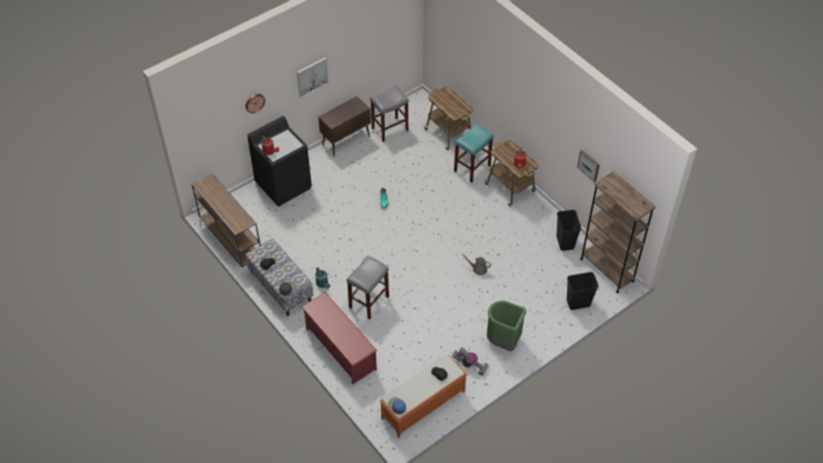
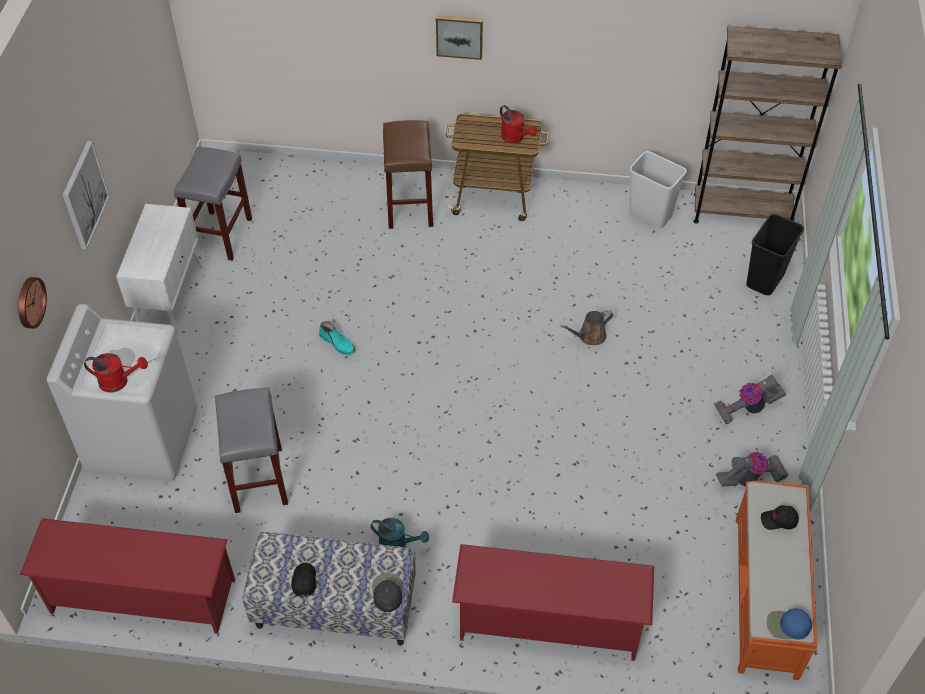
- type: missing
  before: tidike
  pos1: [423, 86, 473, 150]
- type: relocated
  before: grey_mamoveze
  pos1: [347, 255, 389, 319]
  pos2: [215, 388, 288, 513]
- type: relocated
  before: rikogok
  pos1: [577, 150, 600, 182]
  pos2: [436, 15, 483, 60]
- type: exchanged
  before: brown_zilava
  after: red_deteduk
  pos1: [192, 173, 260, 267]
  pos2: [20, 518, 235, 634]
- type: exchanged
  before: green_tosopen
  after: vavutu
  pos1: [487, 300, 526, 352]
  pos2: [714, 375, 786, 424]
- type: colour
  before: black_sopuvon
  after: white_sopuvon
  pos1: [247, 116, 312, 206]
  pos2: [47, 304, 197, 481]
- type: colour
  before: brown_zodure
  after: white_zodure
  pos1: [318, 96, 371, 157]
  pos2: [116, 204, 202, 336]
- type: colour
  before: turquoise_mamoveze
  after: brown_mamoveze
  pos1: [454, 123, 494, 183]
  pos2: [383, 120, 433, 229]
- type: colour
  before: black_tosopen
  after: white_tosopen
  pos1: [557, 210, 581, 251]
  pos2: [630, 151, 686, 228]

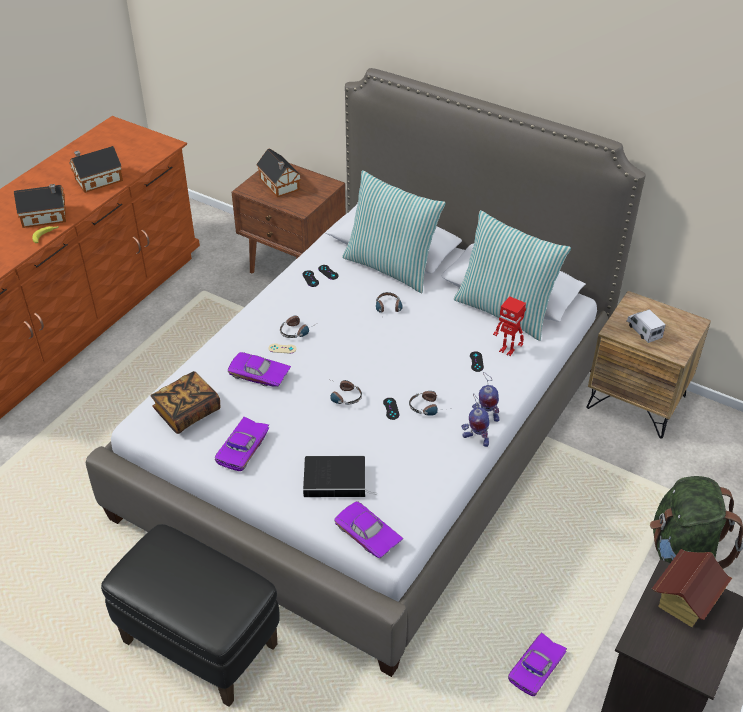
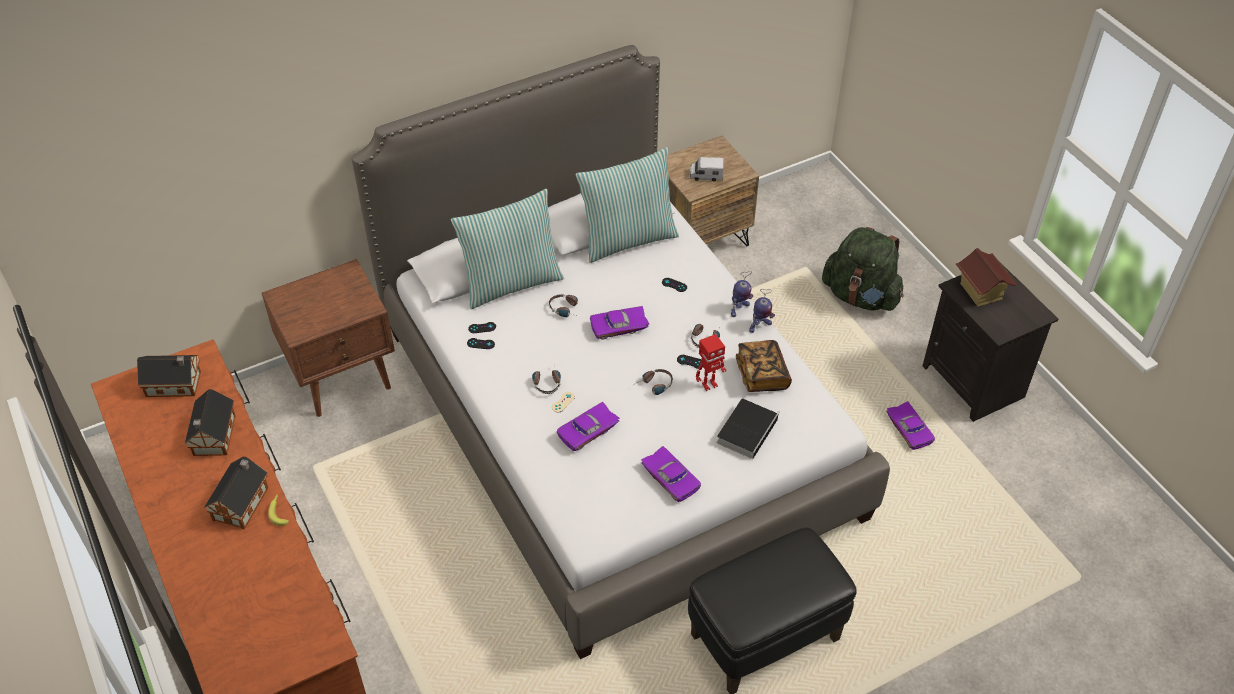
- type: relocated
  before: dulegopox
  pos1: [150, 371, 220, 434]
  pos2: [736, 340, 792, 392]
- type: relocated
  before: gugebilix
  pos1: [256, 148, 302, 197]
  pos2: [137, 355, 201, 397]
- type: relocated
  before: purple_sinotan
  pos1: [334, 502, 404, 559]
  pos2: [590, 306, 649, 340]
- type: relocated
  before: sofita
  pos1: [493, 296, 526, 357]
  pos2: [696, 334, 726, 391]

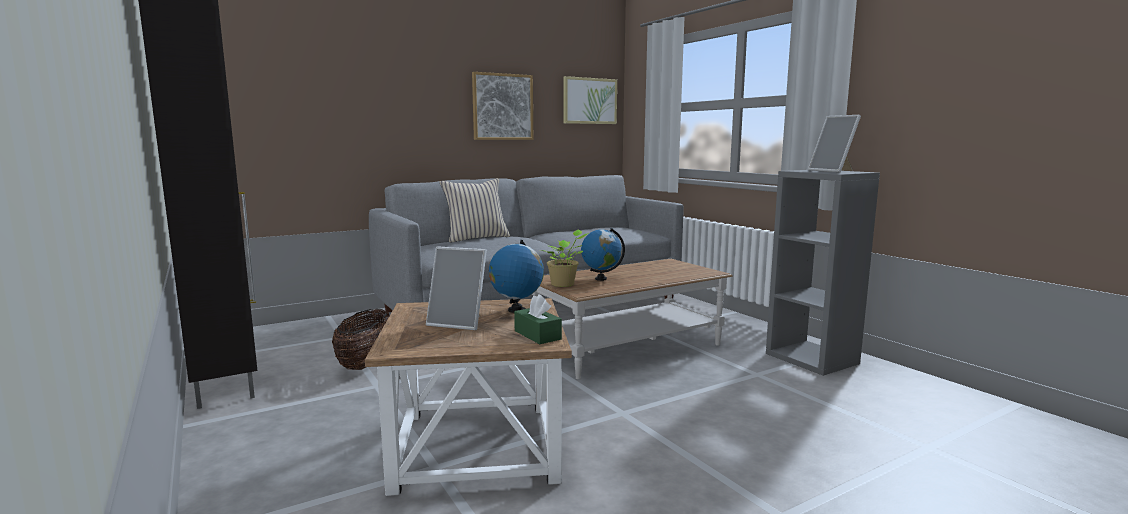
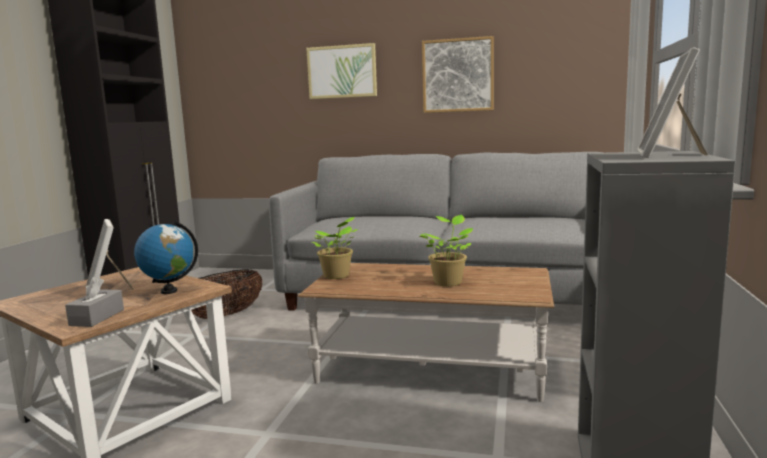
- type: missing
  before: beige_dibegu
  pos1: [439, 178, 510, 242]
- type: missing
  before: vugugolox
  pos1: [581, 228, 625, 281]
- type: appeared
  after: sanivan
  pos2: [419, 215, 473, 286]
- type: relocated
  before: rikogok
  pos1: [563, 76, 617, 124]
  pos2: [306, 43, 377, 99]
- type: colour
  before: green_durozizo
  after: grey_durozizo
  pos1: [514, 294, 562, 344]
  pos2: [65, 277, 124, 327]

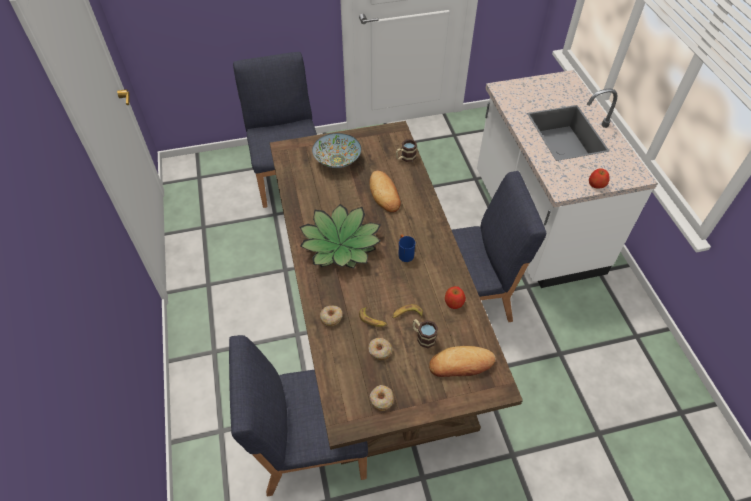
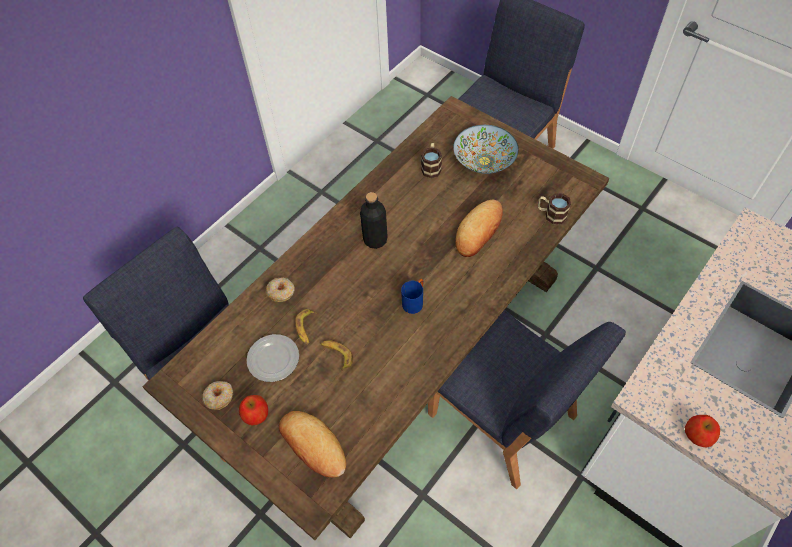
- type: relocated
  before: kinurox
  pos1: [413, 319, 438, 348]
  pos2: [421, 143, 442, 178]
- type: relocated
  before: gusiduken
  pos1: [445, 286, 466, 309]
  pos2: [239, 395, 268, 425]
- type: exchanged
  before: sanivan
  after: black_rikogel
  pos1: [299, 204, 381, 269]
  pos2: [360, 192, 388, 249]
- type: exchanged
  before: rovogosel
  after: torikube
  pos1: [368, 338, 392, 360]
  pos2: [246, 334, 299, 382]

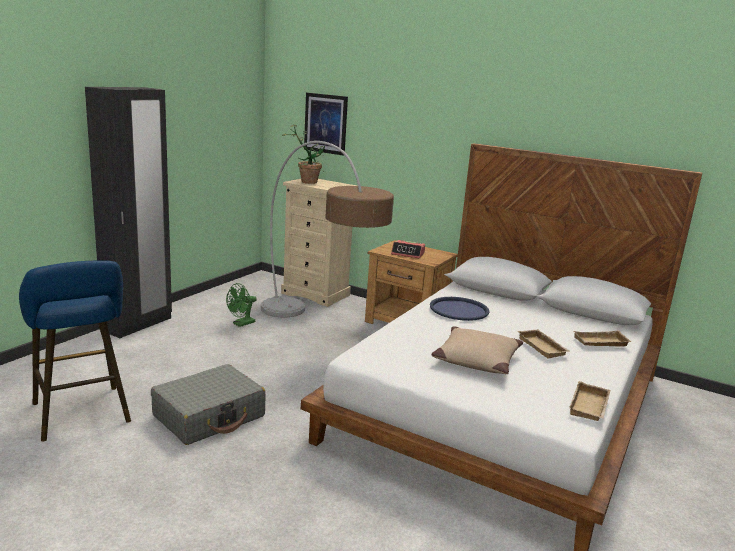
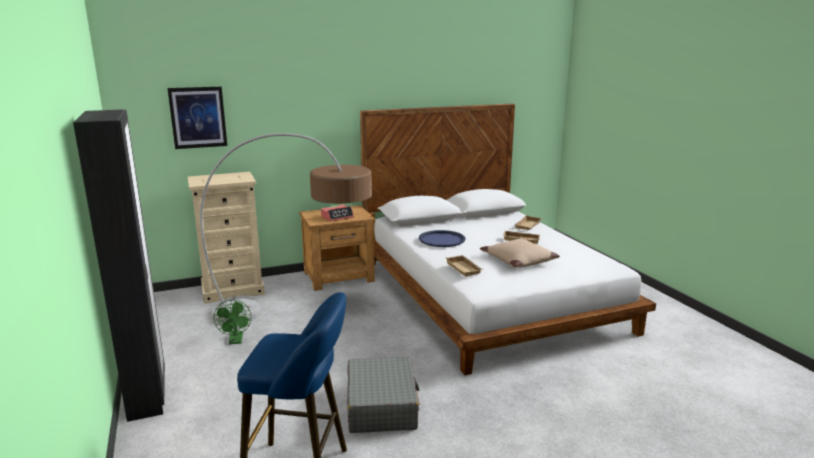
- type: missing
  before: sanivan
  pos1: [282, 124, 325, 184]
- type: relocated
  before: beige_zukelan
  pos1: [569, 381, 611, 421]
  pos2: [445, 255, 484, 277]

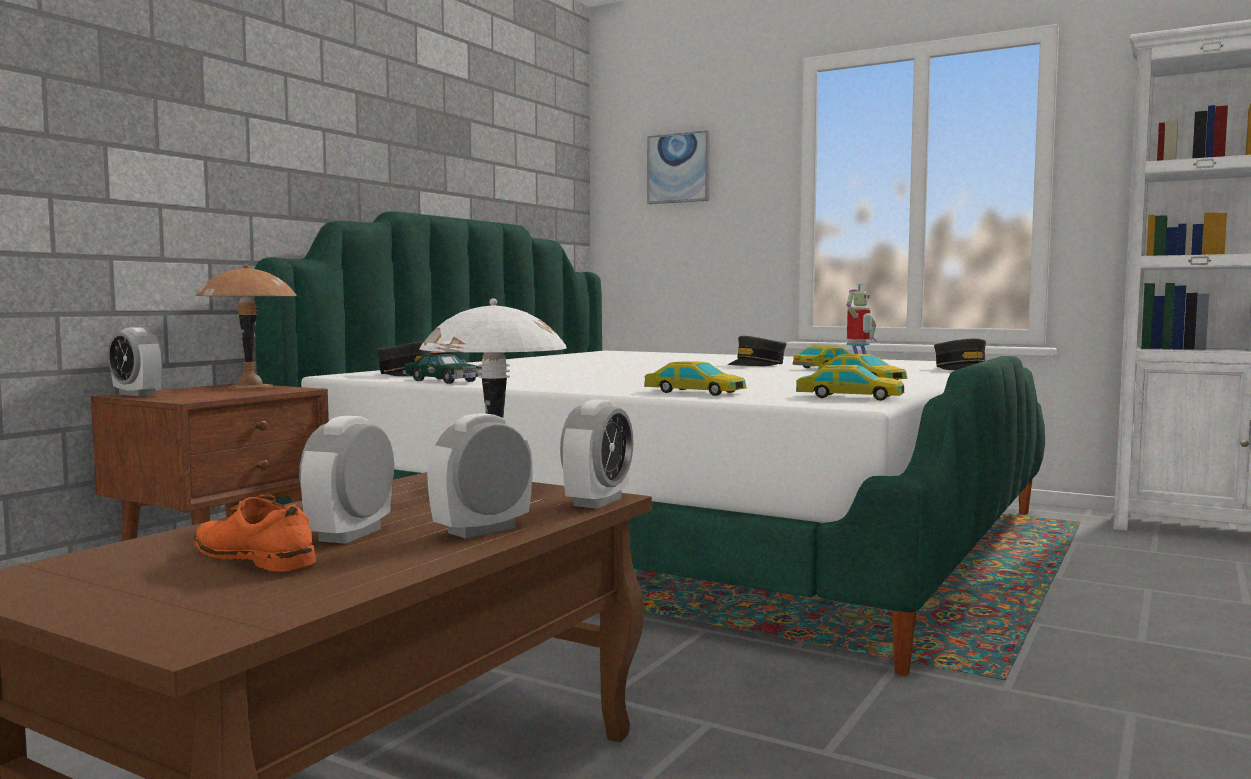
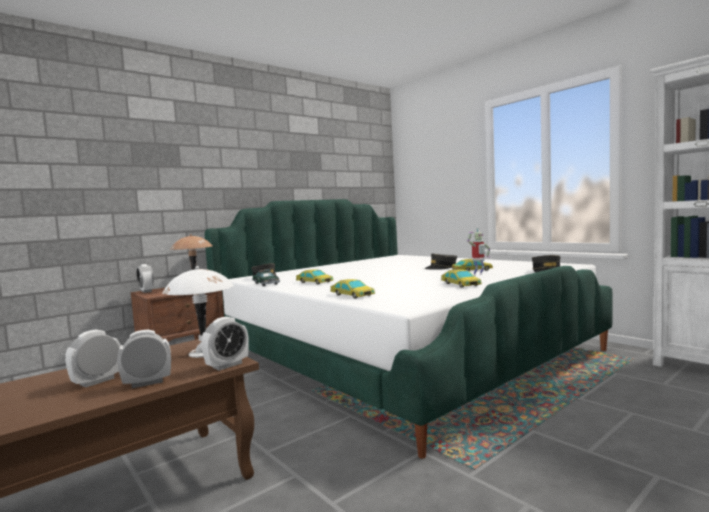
- type: missing
  before: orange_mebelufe
  pos1: [194, 495, 316, 572]
- type: missing
  before: rikogok
  pos1: [647, 130, 710, 204]
- type: relocated
  before: sinotan
  pos1: [796, 365, 904, 401]
  pos2: [296, 269, 333, 285]

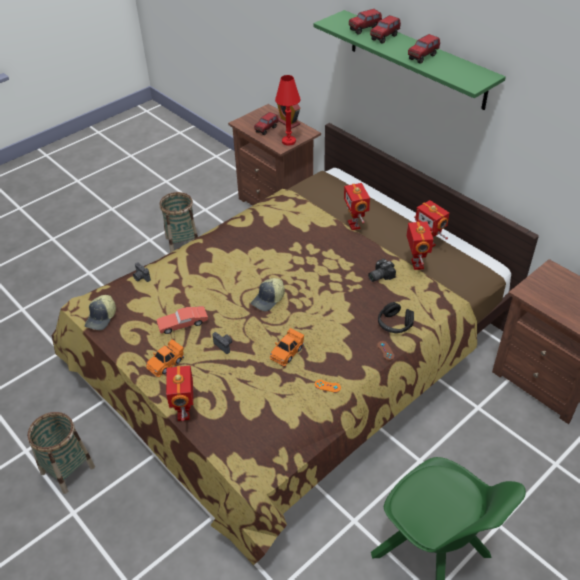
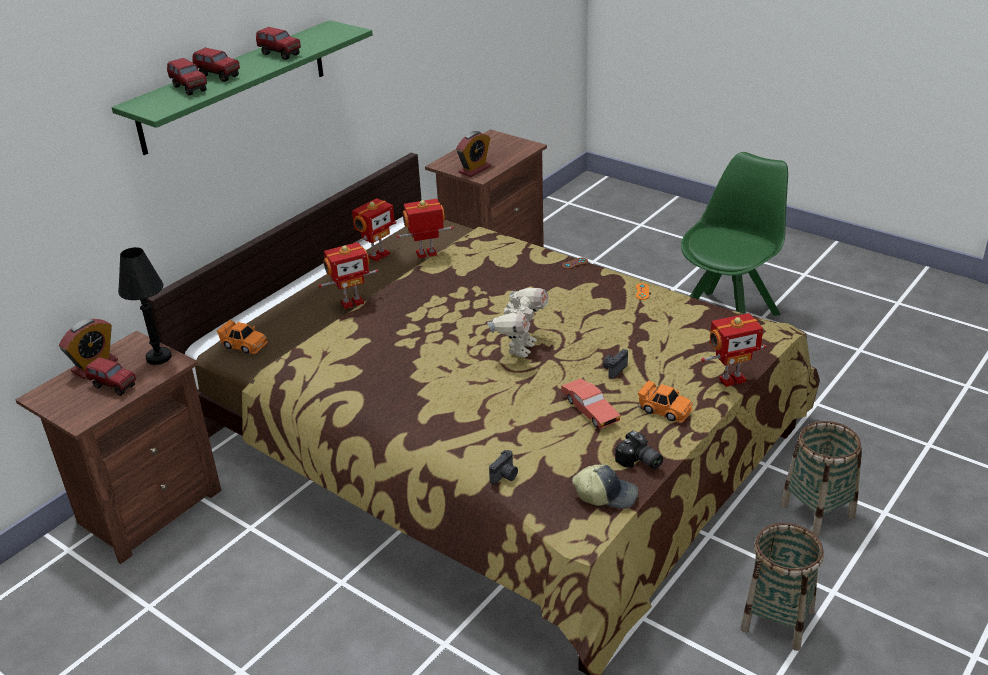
- type: missing
  before: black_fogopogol
  pos1: [378, 302, 414, 333]
- type: appeared
  after: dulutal
  pos2: [456, 131, 491, 177]
- type: relocated
  before: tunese
  pos1: [159, 192, 198, 253]
  pos2: [780, 421, 862, 536]
- type: relocated
  before: orange_sinotan
  pos1: [270, 328, 304, 366]
  pos2: [217, 320, 268, 354]
- type: relocated
  before: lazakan
  pos1: [368, 259, 396, 282]
  pos2: [615, 431, 663, 469]
- type: exchanged
  before: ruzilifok
  after: sofita
  pos1: [251, 278, 285, 311]
  pos2: [487, 288, 549, 358]
- type: colour
  before: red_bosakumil
  after: black_bosakumil
  pos1: [275, 75, 300, 146]
  pos2: [118, 247, 172, 365]

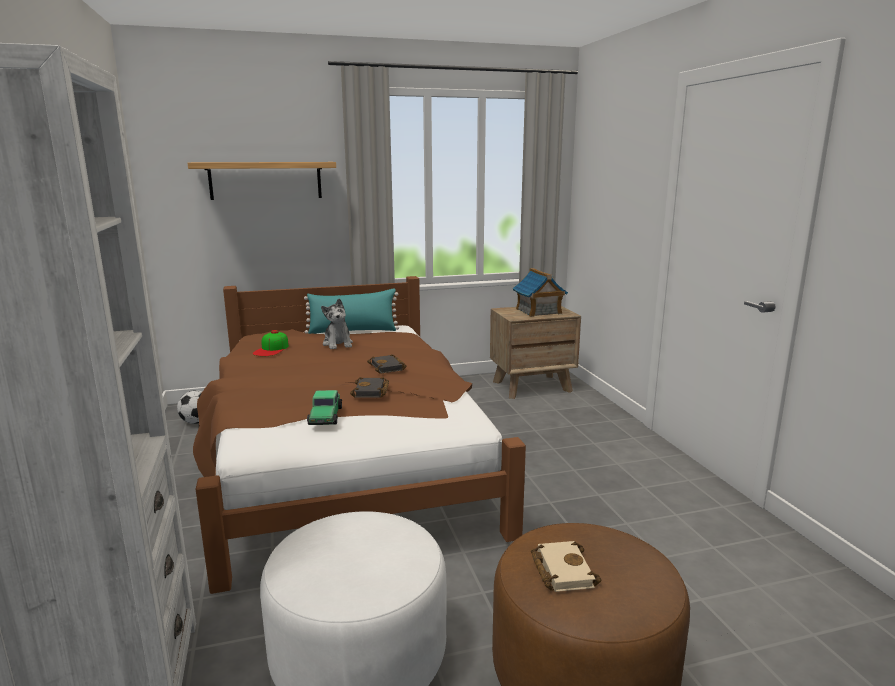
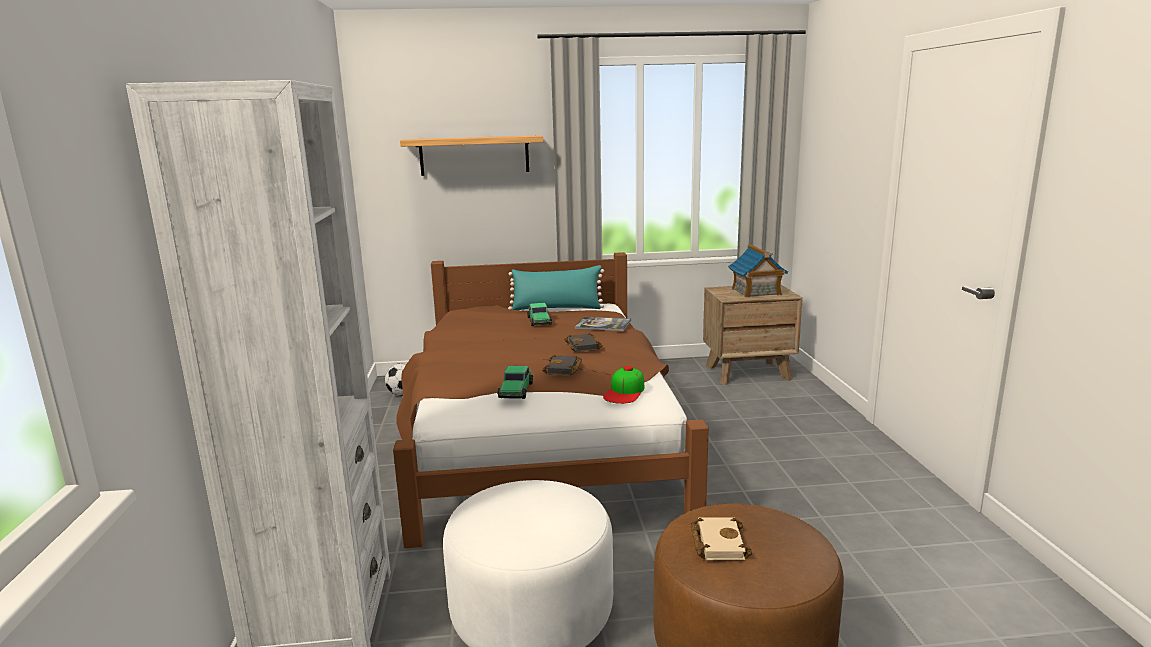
- type: appeared
  after: dulegopox
  pos2: [575, 317, 631, 331]
- type: relocated
  before: ruzilifok
  pos1: [253, 330, 289, 356]
  pos2: [603, 366, 645, 404]
- type: exchanged
  before: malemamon
  after: sinotan
  pos1: [321, 298, 353, 349]
  pos2: [527, 303, 552, 326]

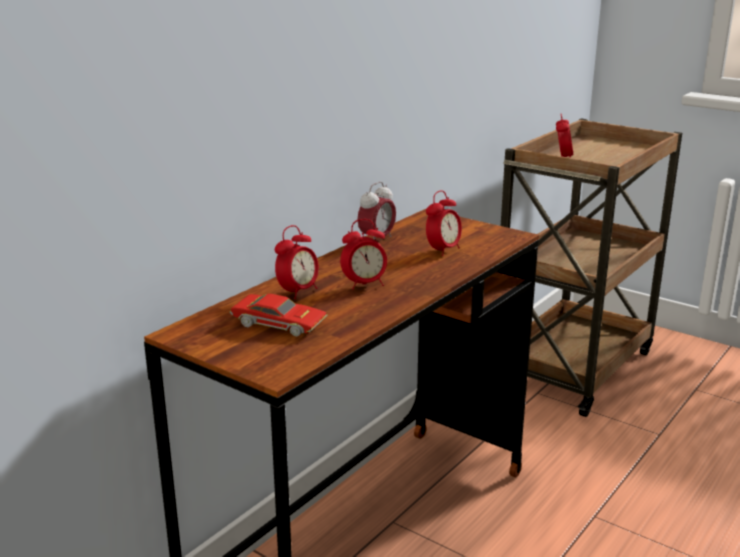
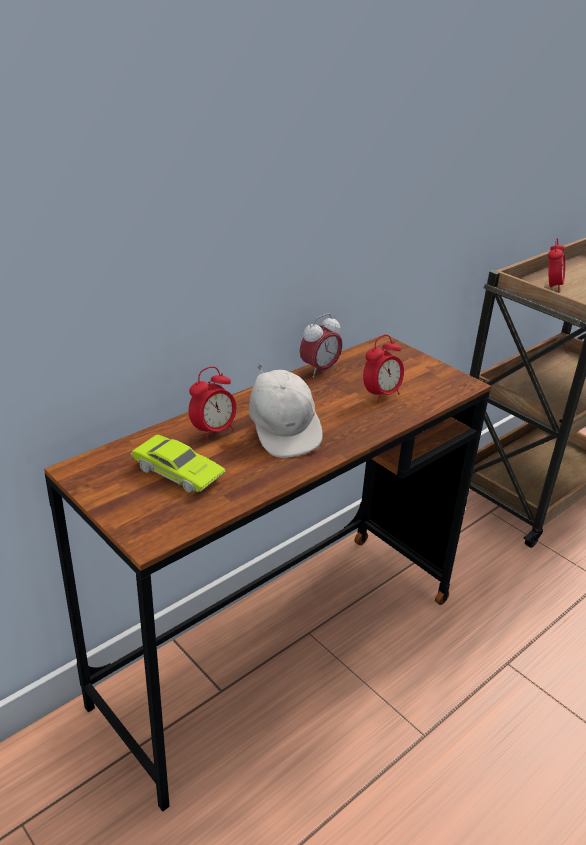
- type: exchanged
  before: dulutal
  after: white_ruzilifok
  pos1: [340, 219, 387, 290]
  pos2: [249, 363, 323, 458]
- type: colour
  before: red_sinotan
  after: green_sinotan
  pos1: [230, 294, 327, 336]
  pos2: [130, 435, 226, 492]

